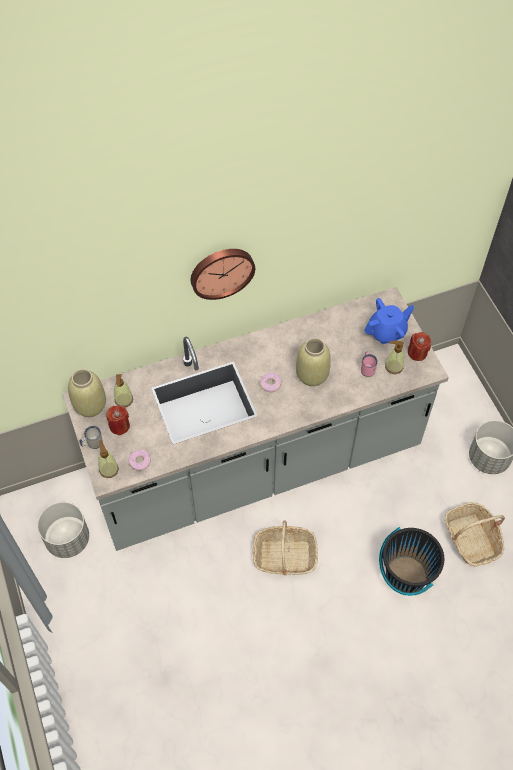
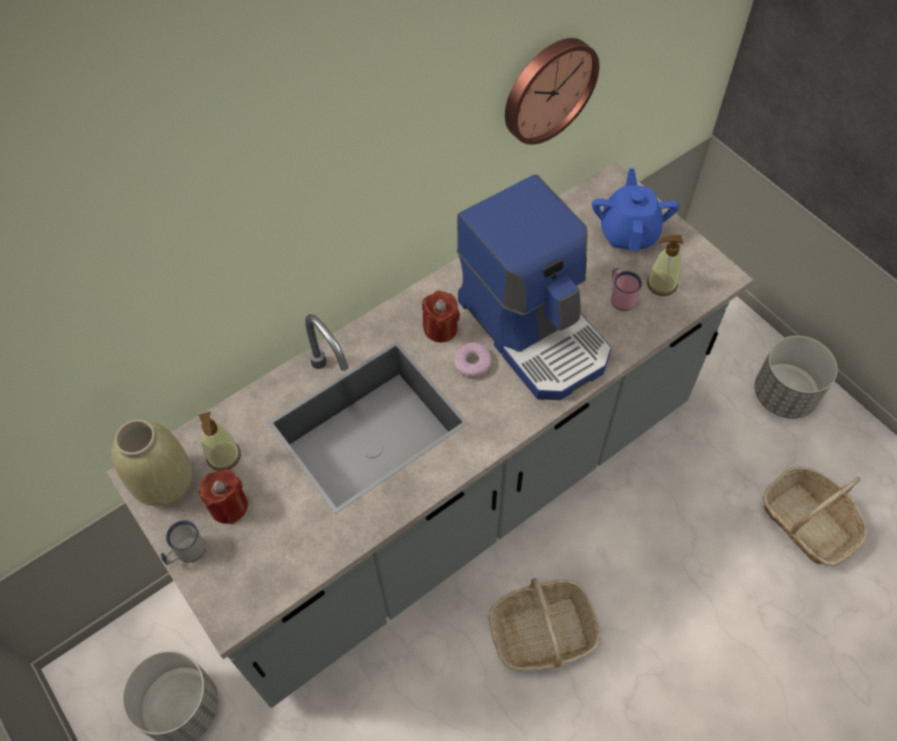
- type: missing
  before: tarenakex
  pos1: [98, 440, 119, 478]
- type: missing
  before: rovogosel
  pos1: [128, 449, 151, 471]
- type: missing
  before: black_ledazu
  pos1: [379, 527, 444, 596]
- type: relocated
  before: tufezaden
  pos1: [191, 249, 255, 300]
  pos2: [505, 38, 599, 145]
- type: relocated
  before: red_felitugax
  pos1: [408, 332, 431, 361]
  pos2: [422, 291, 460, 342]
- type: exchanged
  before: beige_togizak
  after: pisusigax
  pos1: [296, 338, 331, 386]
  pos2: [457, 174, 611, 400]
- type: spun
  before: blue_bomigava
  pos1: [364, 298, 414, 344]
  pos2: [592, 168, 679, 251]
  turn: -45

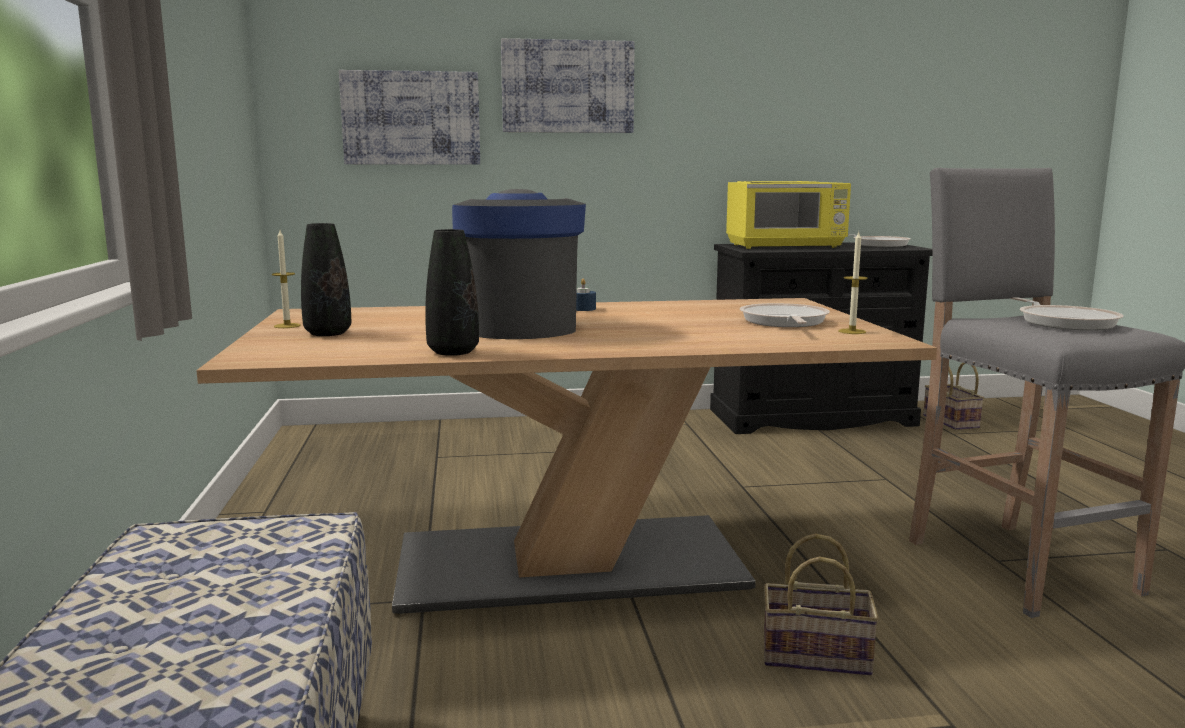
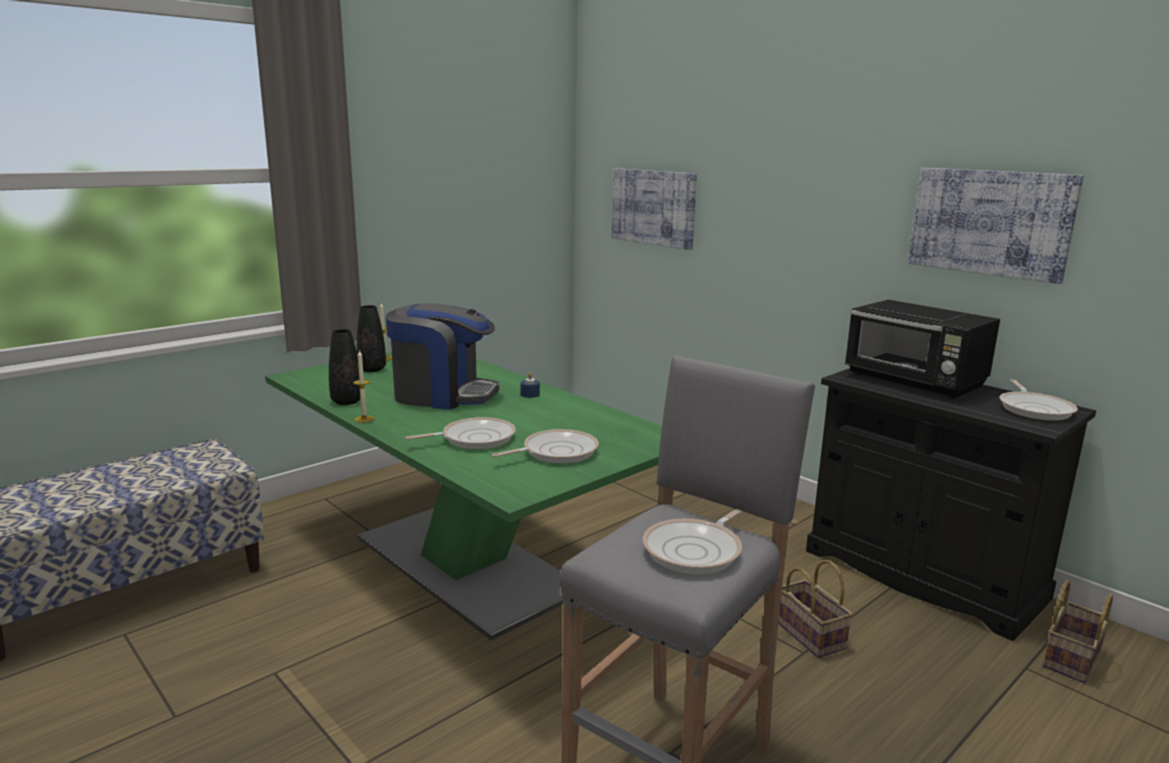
- type: appeared
  after: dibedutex
  pos2: [406, 417, 516, 449]
- type: relocated
  before: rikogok
  pos1: [501, 38, 634, 133]
  pos2: [908, 168, 1084, 284]
- type: relocated
  before: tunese
  pos1: [764, 534, 879, 676]
  pos2: [778, 560, 853, 658]
- type: relocated
  before: felitugax
  pos1: [838, 232, 868, 334]
  pos2: [353, 350, 374, 423]
- type: colour
  before: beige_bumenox
  after: green_bumenox
  pos1: [196, 298, 937, 614]
  pos2: [265, 352, 662, 640]
- type: colour
  before: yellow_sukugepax
  after: black_sukugepax
  pos1: [726, 181, 851, 249]
  pos2: [845, 300, 1000, 399]
- type: spun
  before: pisusigax
  pos1: [452, 189, 586, 339]
  pos2: [386, 303, 499, 410]
  turn: 60

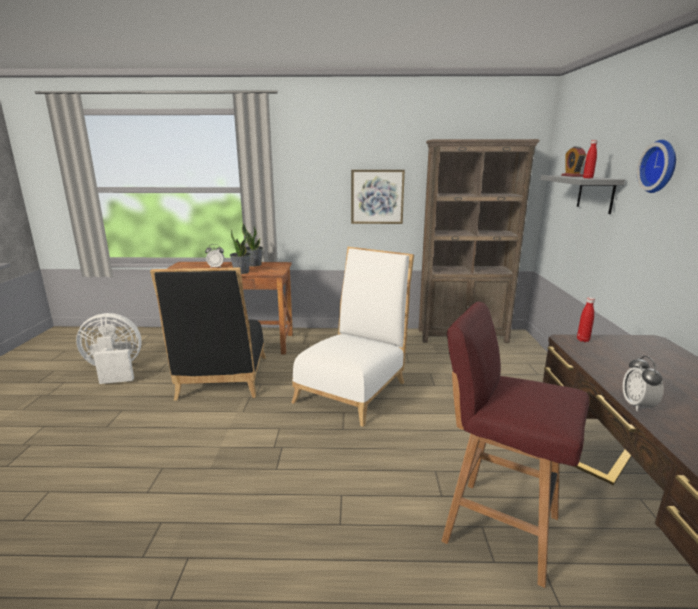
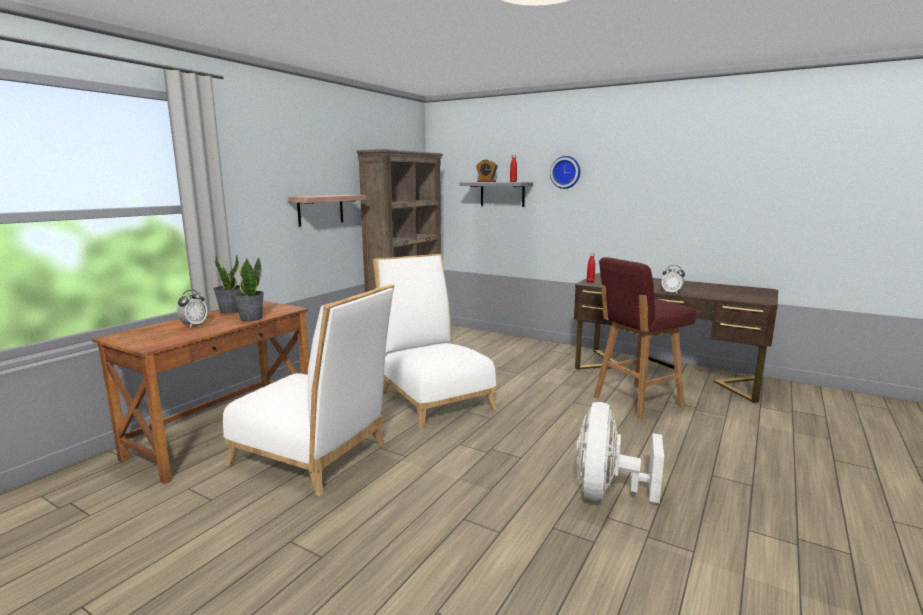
- type: relocated
  before: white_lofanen
  pos1: [76, 313, 142, 384]
  pos2: [576, 402, 664, 503]
- type: exchanged
  before: rikogok
  after: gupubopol
  pos1: [351, 170, 405, 224]
  pos2: [288, 195, 367, 226]
- type: colour
  before: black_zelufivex
  after: white_zelufivex
  pos1: [150, 268, 266, 401]
  pos2: [223, 284, 394, 496]

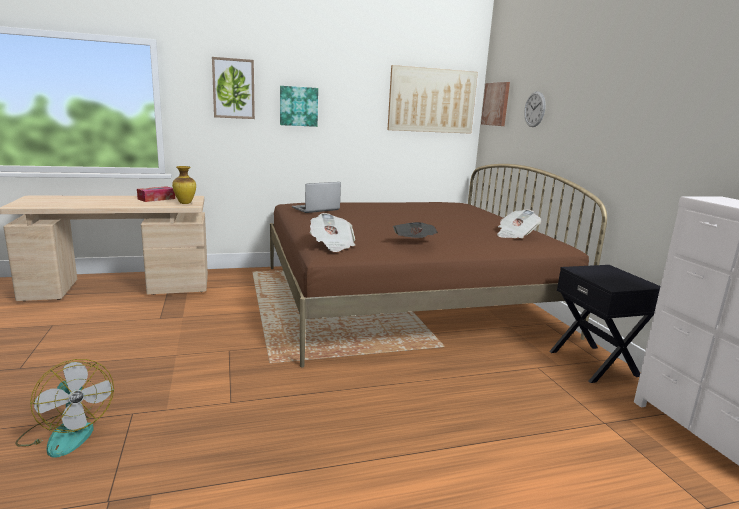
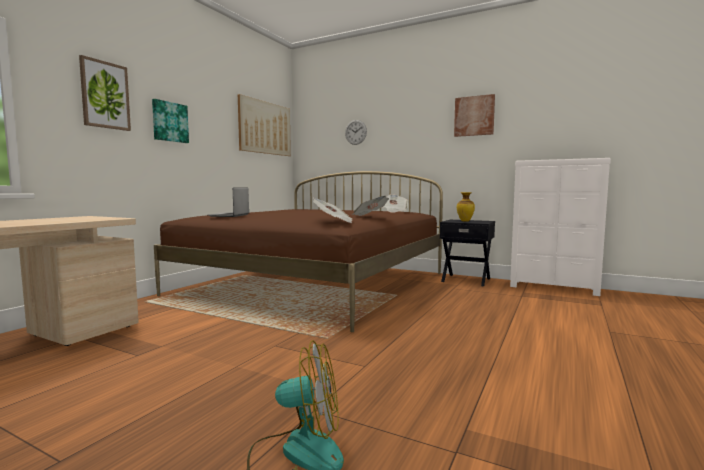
- type: missing
  before: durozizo
  pos1: [137, 186, 175, 202]
- type: relocated
  before: togizak
  pos1: [172, 166, 196, 204]
  pos2: [457, 192, 475, 221]
- type: relocated
  before: rikogok
  pos1: [481, 82, 510, 126]
  pos2: [454, 94, 495, 137]

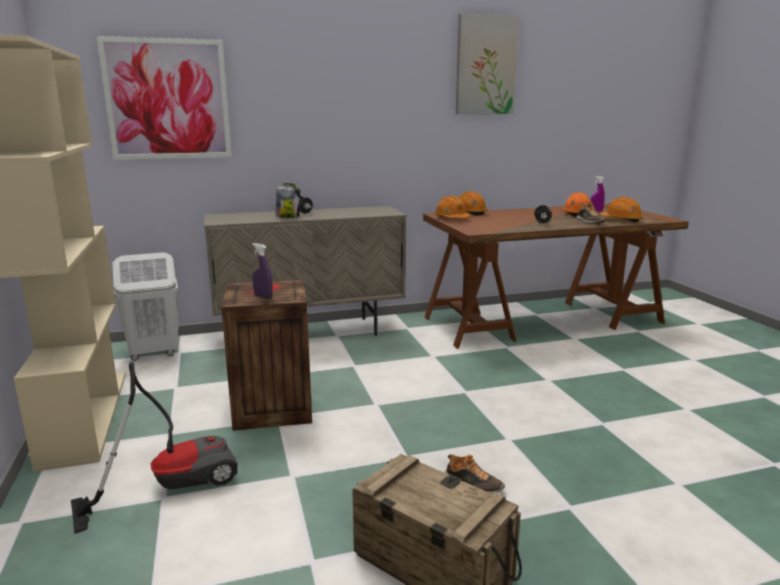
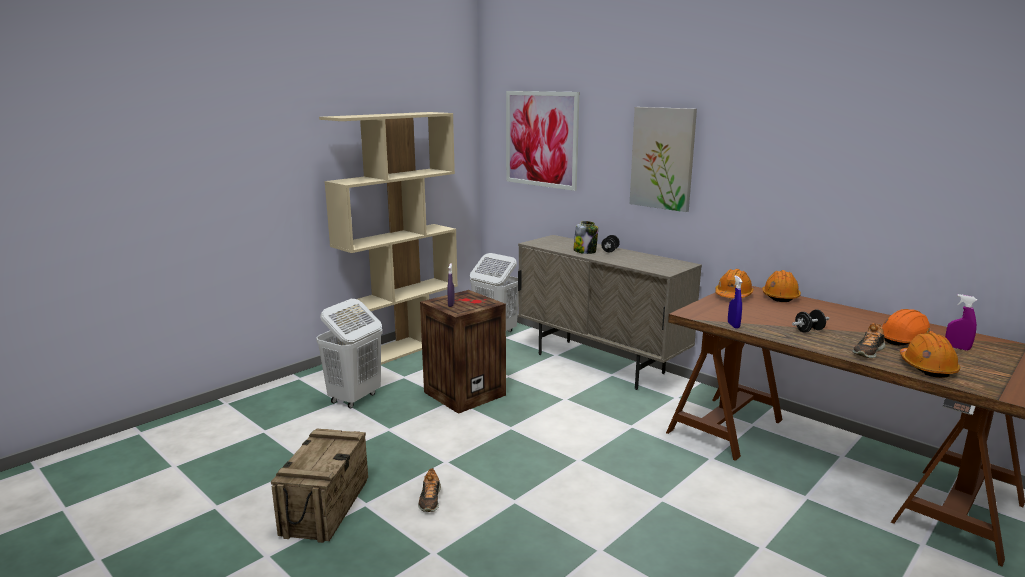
- type: appeared
  after: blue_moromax
  pos2: [728, 275, 742, 329]
- type: relocated
  before: rikogok
  pos1: [456, 13, 519, 114]
  pos2: [630, 107, 697, 212]
- type: exchanged
  before: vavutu
  after: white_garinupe
  pos1: [71, 362, 238, 534]
  pos2: [316, 299, 383, 408]

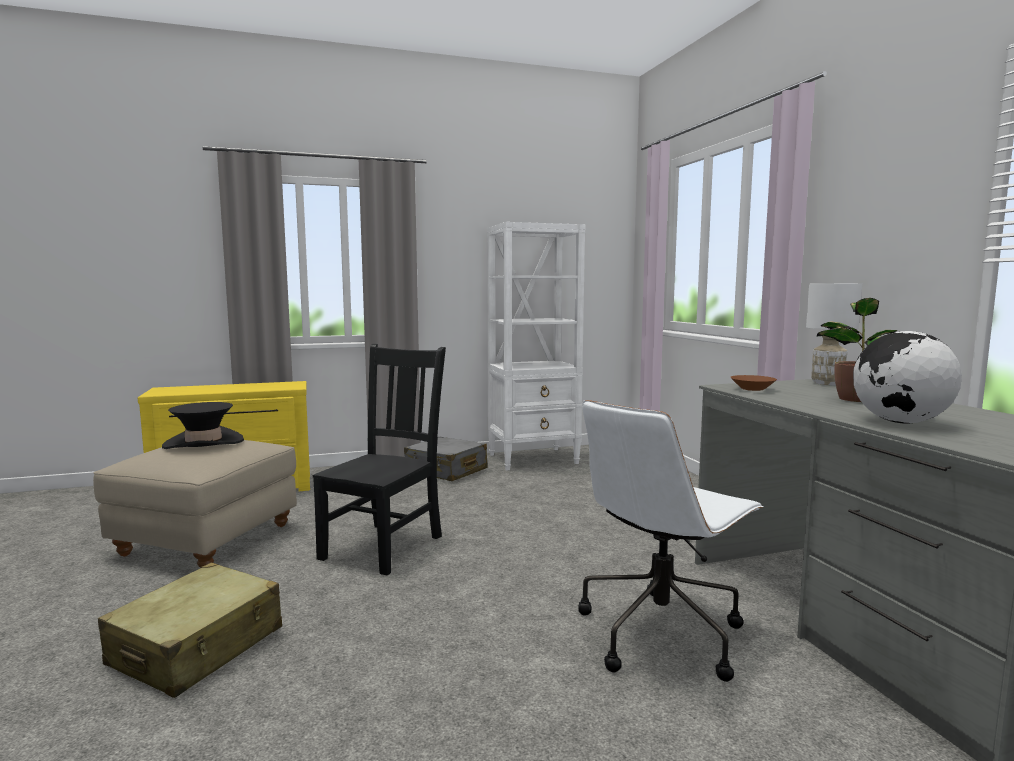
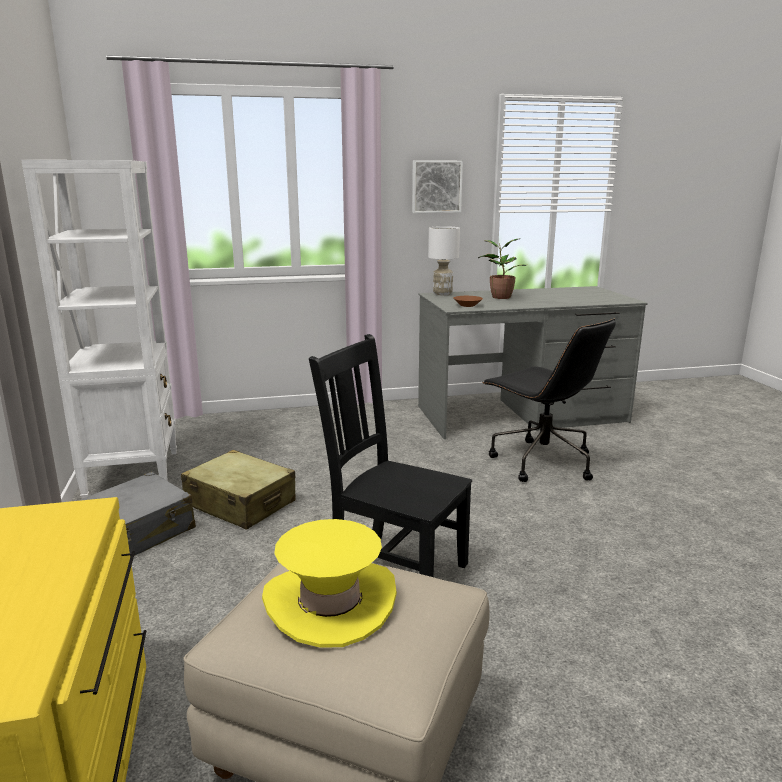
- type: missing
  before: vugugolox
  pos1: [853, 331, 962, 424]
- type: appeared
  after: rikogok
  pos2: [412, 160, 463, 213]
- type: relocated
  before: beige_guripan
  pos1: [98, 563, 282, 698]
  pos2: [181, 450, 296, 530]
- type: colour
  before: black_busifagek
  after: yellow_busifagek
  pos1: [162, 402, 244, 449]
  pos2: [262, 519, 397, 648]
- type: colour
  before: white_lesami
  after: black_lesami
  pos1: [578, 400, 764, 682]
  pos2: [482, 319, 616, 482]

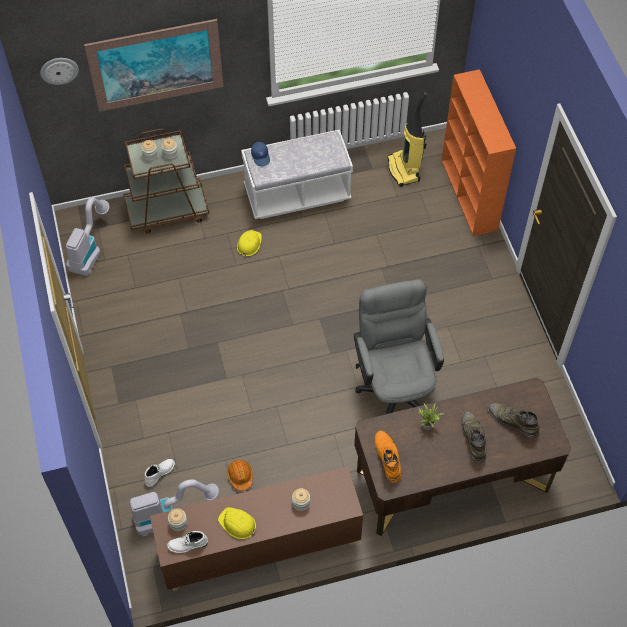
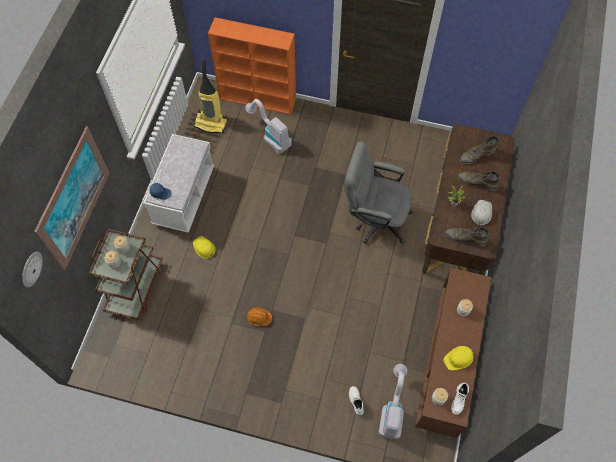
- type: appeared
  after: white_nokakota
  pos2: [471, 200, 492, 225]
- type: relocated
  before: vavutu
  pos1: [66, 197, 109, 276]
  pos2: [245, 99, 292, 154]
- type: relocated
  before: orange_nokakota
  pos1: [227, 460, 253, 491]
  pos2: [247, 307, 272, 326]
- type: colour
  before: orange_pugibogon
  after: green_pugibogon
  pos1: [374, 431, 401, 483]
  pos2: [445, 228, 489, 246]

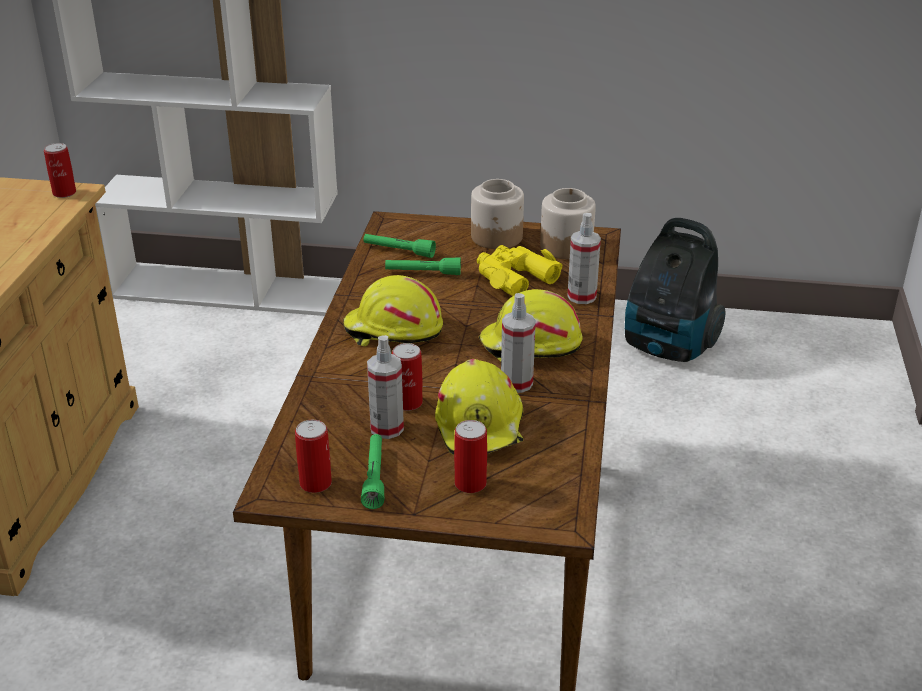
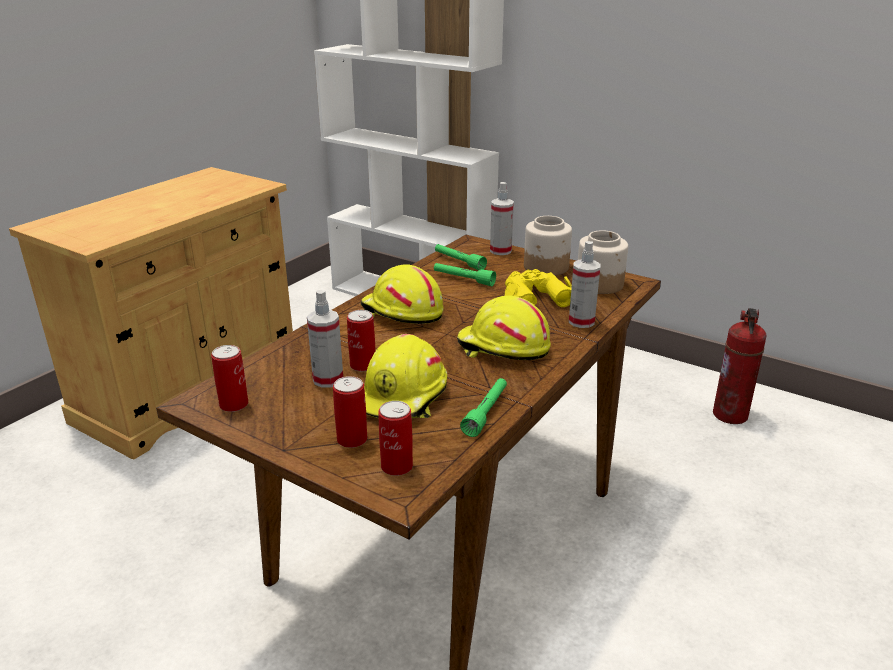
- type: relocated
  before: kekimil
  pos1: [44, 143, 76, 198]
  pos2: [378, 401, 413, 476]
- type: relocated
  before: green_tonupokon
  pos1: [361, 434, 385, 509]
  pos2: [460, 378, 507, 437]
- type: relocated
  before: moromax
  pos1: [501, 293, 536, 393]
  pos2: [490, 182, 514, 255]
- type: exchanged
  before: vavutu
  after: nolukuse
  pos1: [625, 218, 726, 362]
  pos2: [713, 308, 767, 424]

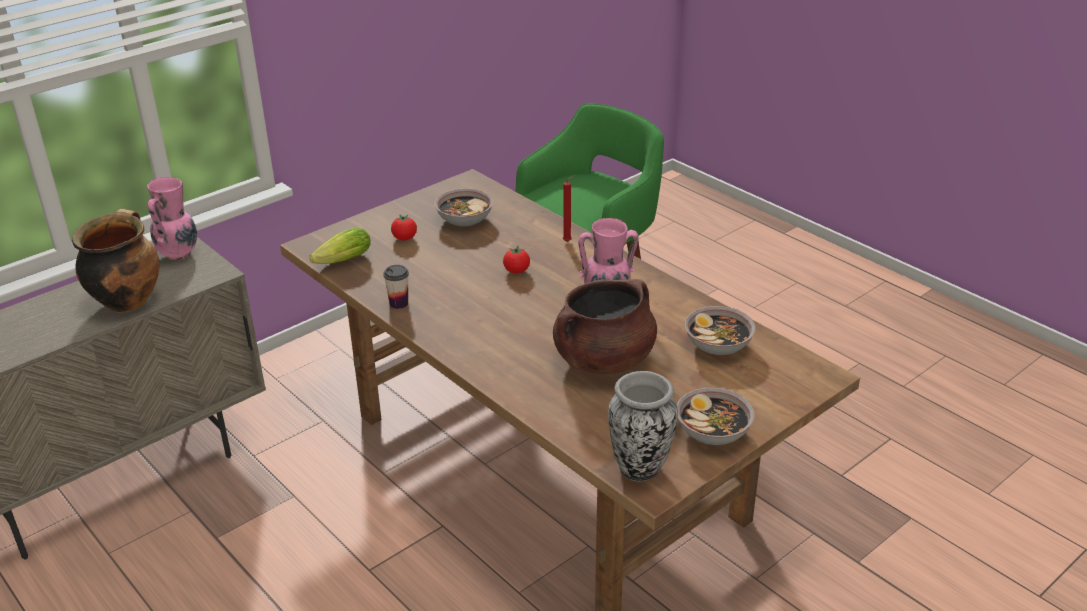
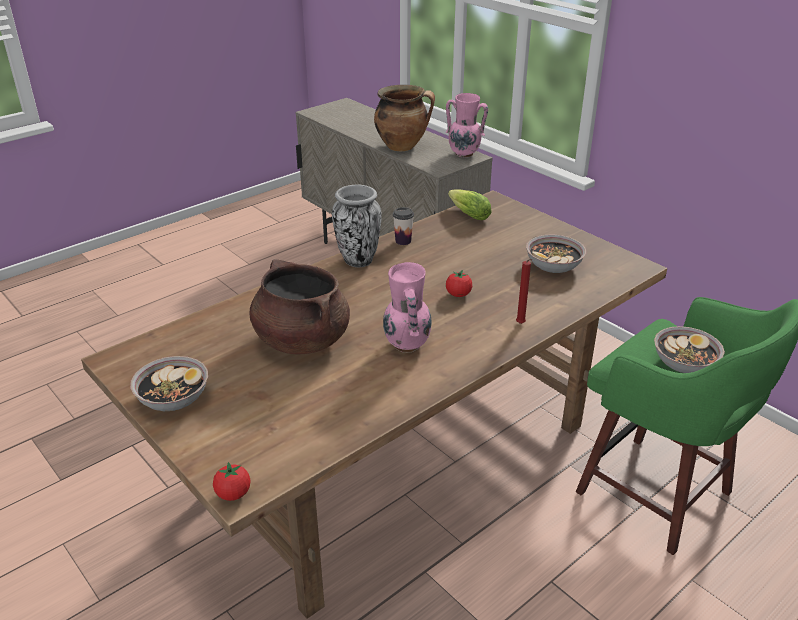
- type: relocated
  before: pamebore
  pos1: [391, 214, 417, 240]
  pos2: [213, 462, 251, 501]
- type: relocated
  before: togizak
  pos1: [608, 371, 678, 481]
  pos2: [332, 185, 382, 267]
- type: relocated
  before: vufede
  pos1: [684, 306, 756, 355]
  pos2: [654, 326, 725, 373]

